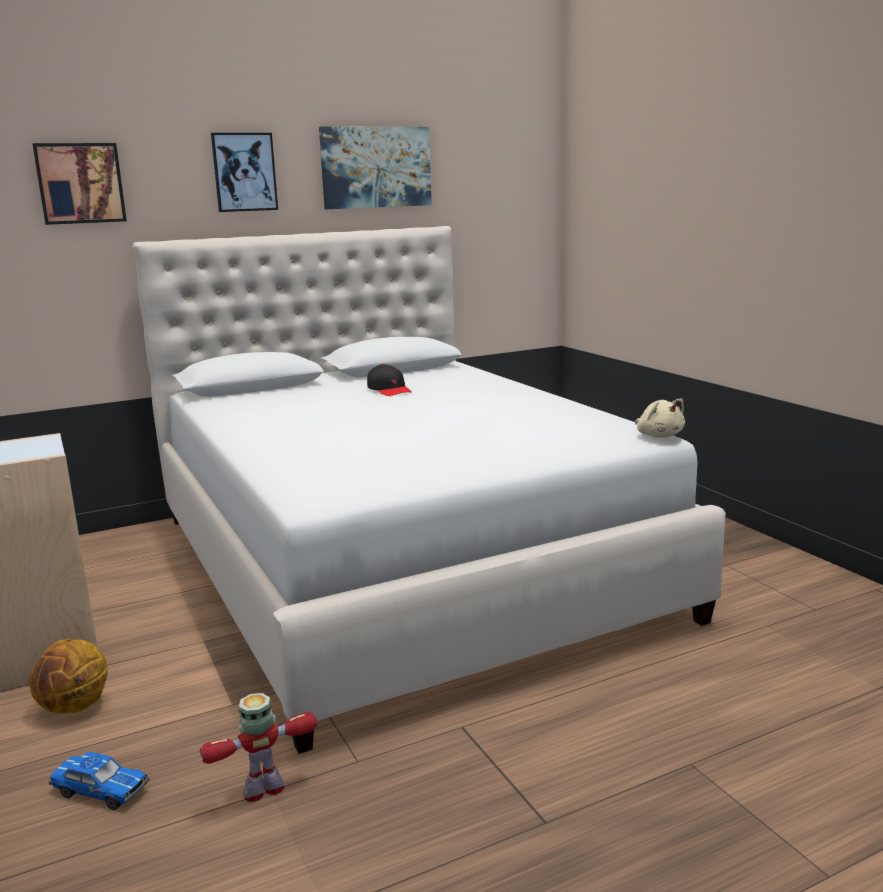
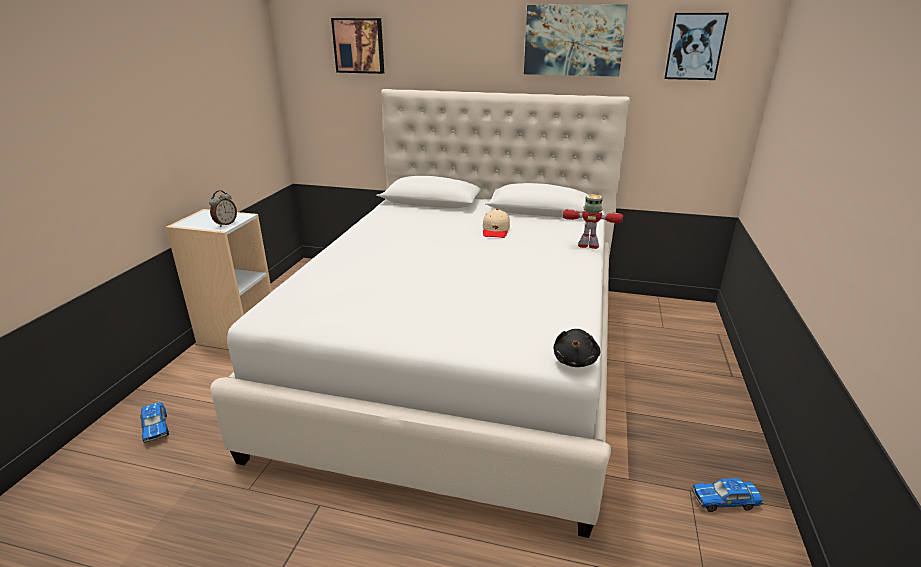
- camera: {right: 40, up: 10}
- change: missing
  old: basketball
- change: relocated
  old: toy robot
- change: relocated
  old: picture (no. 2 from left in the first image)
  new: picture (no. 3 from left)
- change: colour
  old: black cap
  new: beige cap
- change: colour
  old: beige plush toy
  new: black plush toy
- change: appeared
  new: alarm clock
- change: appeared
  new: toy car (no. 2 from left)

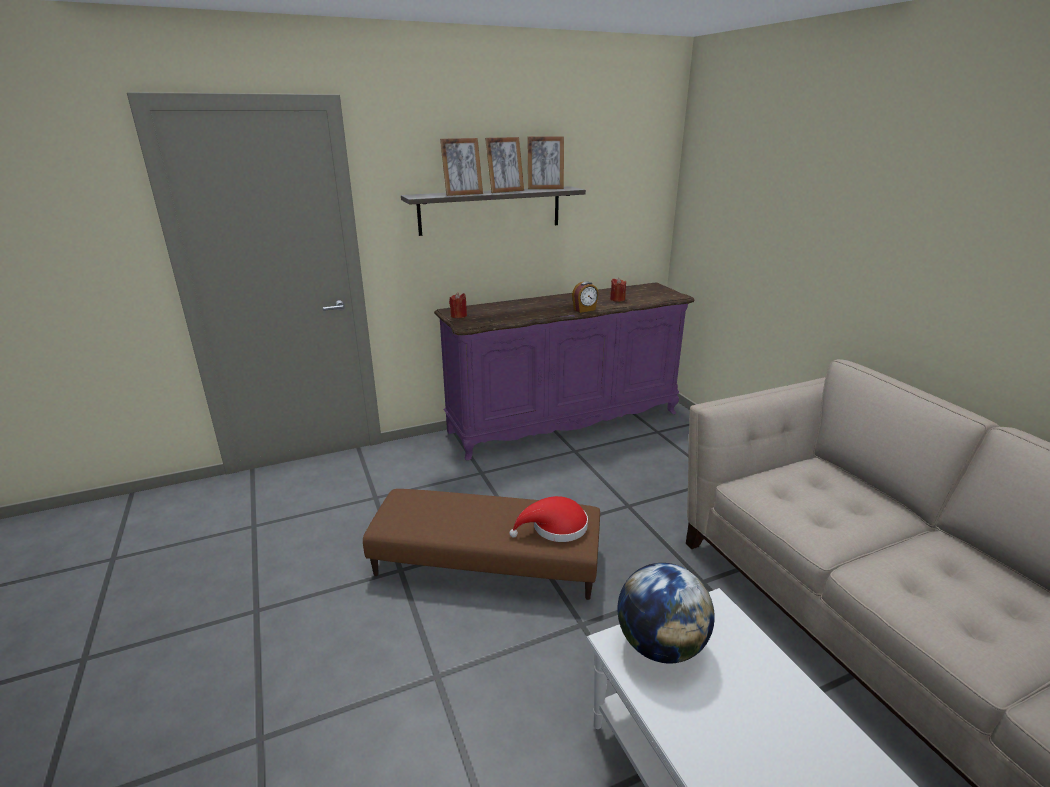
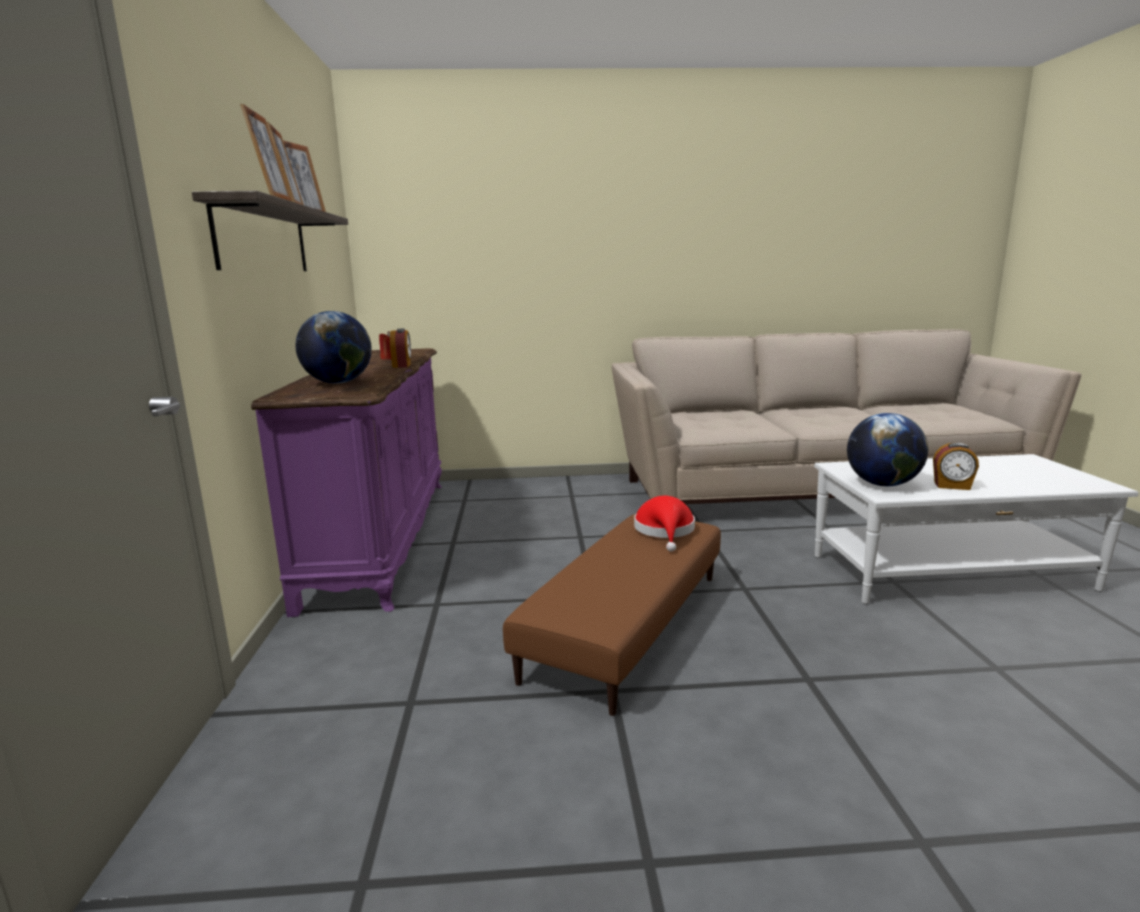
- camera: {right: -70, up: -10}
- change: missing
  old: red candle (no. 1 from left)
- change: appeared
  new: globe (no. 1 from left)
- change: appeared
  new: alarm clock (no. 2 from left)

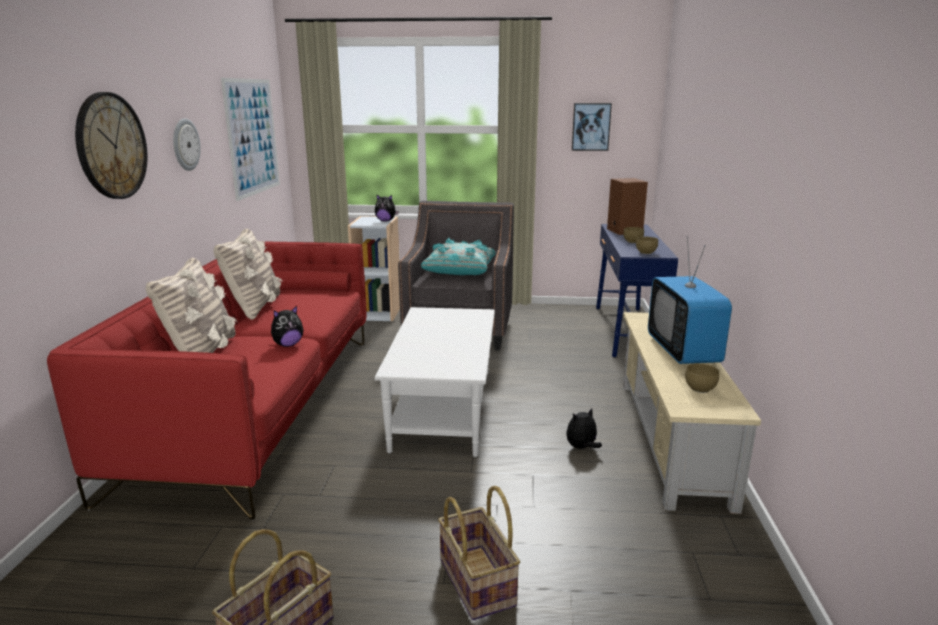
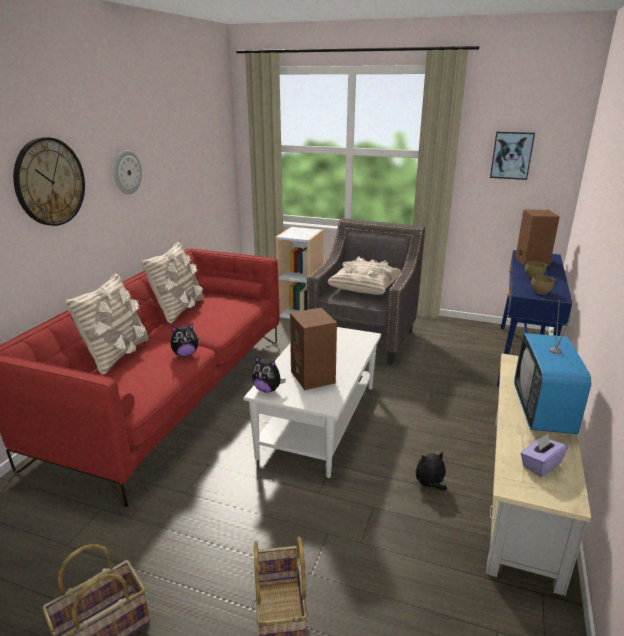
- camera: {right: 15, up: 5}
- change: missing
  old: picture (no. 1 from left)
- change: relocated
  old: plush toy (no. 2 from left)
- change: colour
  old: turquoise pillow
  new: beige pillow (no. 3 from left)
- change: exchanged
  old: brown bowl (no. 3 from left)
  new: purple tissue box
- change: appeared
  new: brown speaker (no. 1 from left)

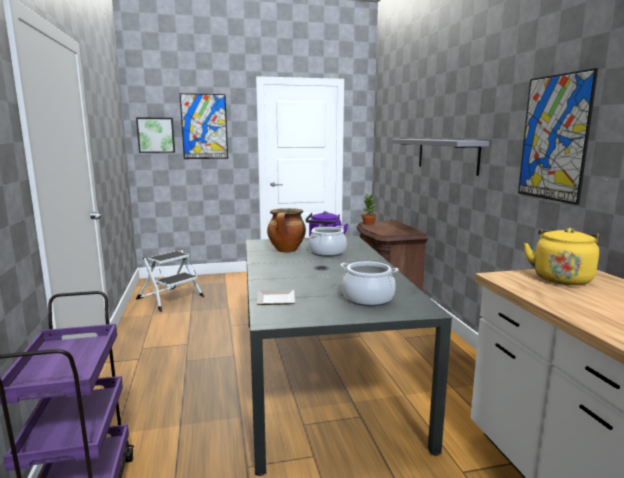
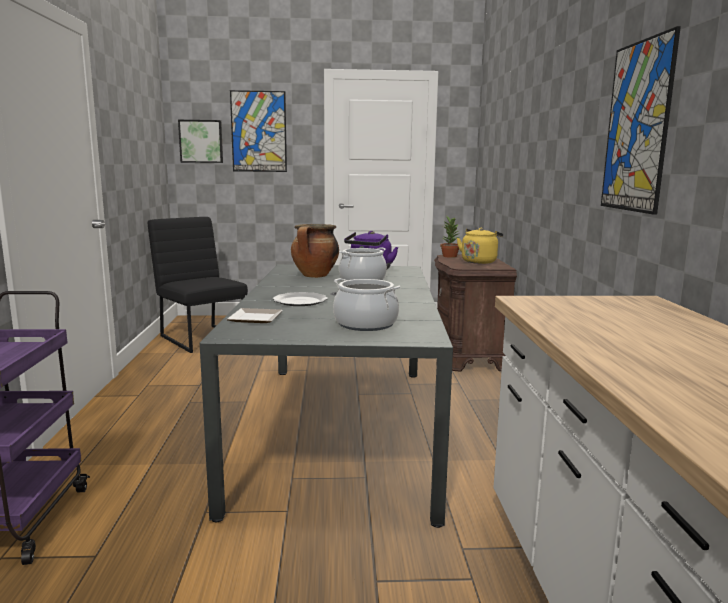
- camera: {right: 10, up: 0}
- change: exchanged
  old: step ladder
  new: black chair
- change: missing
  old: grey shelf
- change: relocated
  old: yellow kettle
- change: appeared
  new: plate (no. 2 from left)

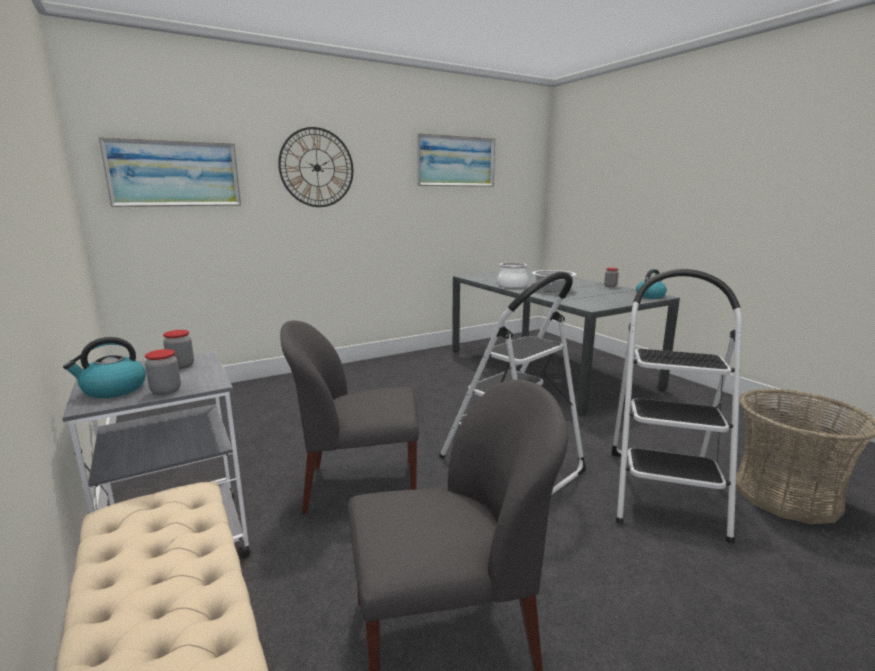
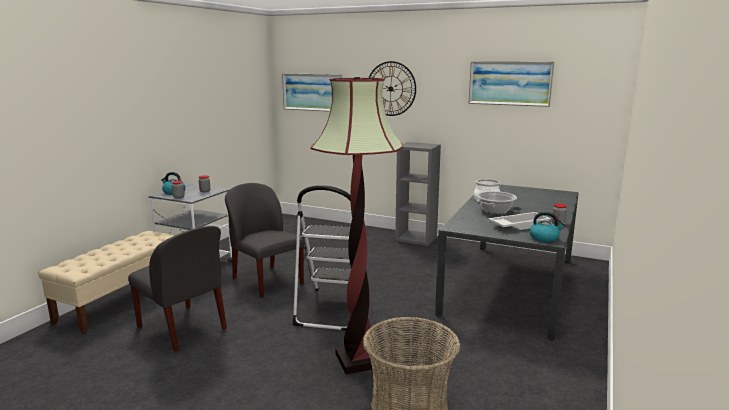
- camera: {right: 55, up: 0}
- change: exchanged
  old: step ladder (no. 2 from left)
  new: floor lamp
- change: appeared
  new: grey bookcase
- change: appeared
  new: white tray

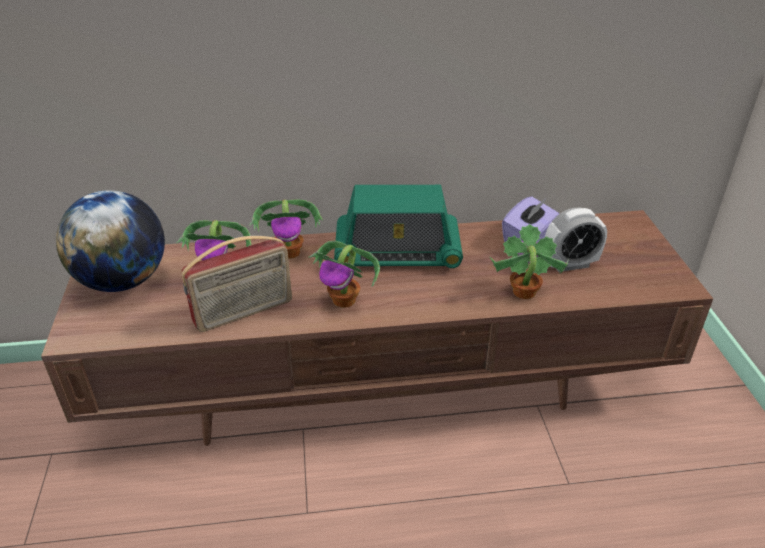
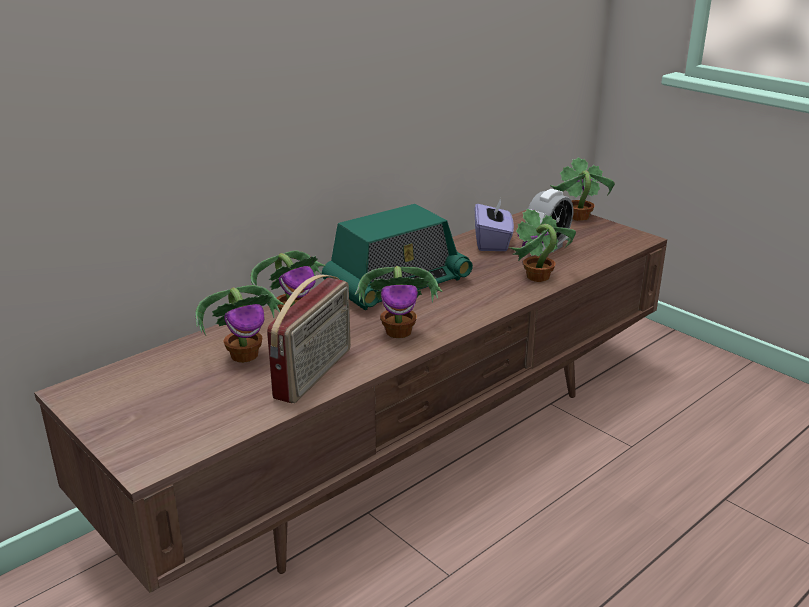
- camera: {right: -35, up: -10}
- change: missing
  old: globe
- change: appeared
  new: potted plant (no. 5 from left)

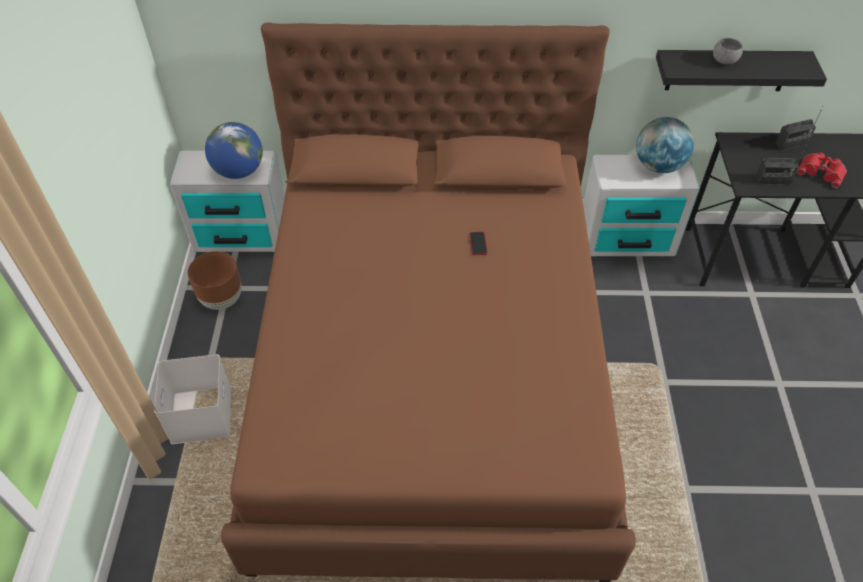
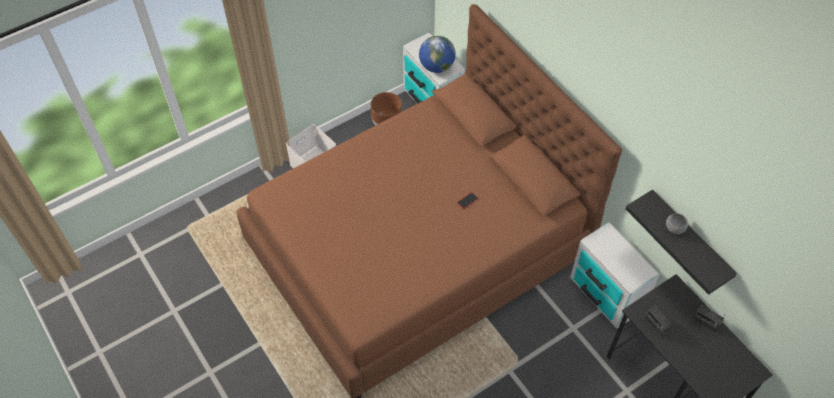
- camera: {right: 55, up: 5}
- change: missing
  old: globe (no. 2 from left)
- change: missing
  old: red binoculars

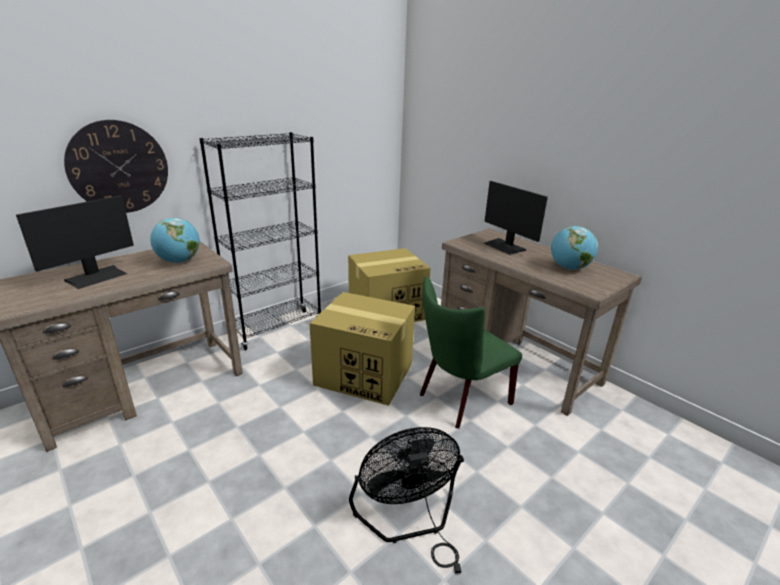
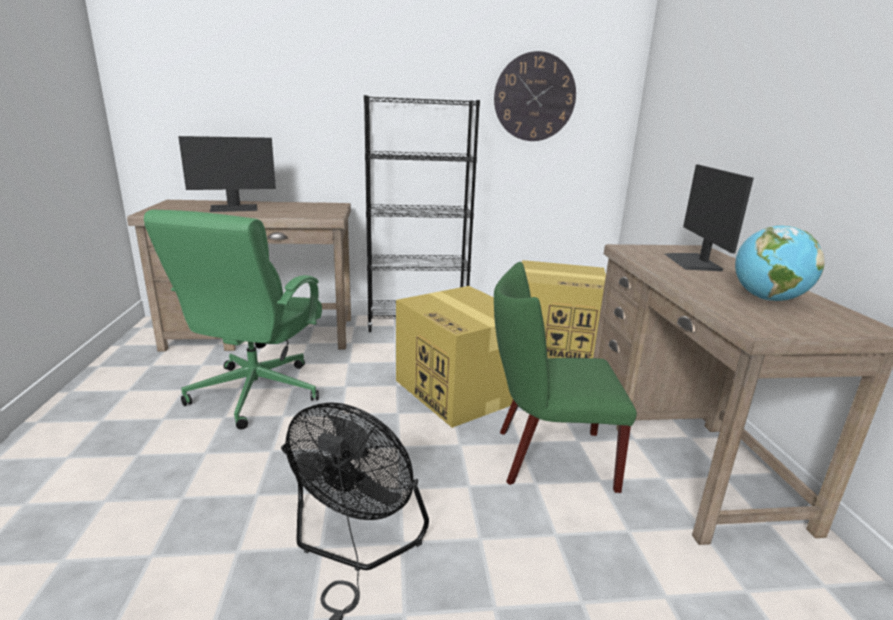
- camera: {right: 35, up: -5}
- change: relocated
  old: wall clock
- change: missing
  old: globe (no. 1 from left)
- change: appeared
  new: green office chair

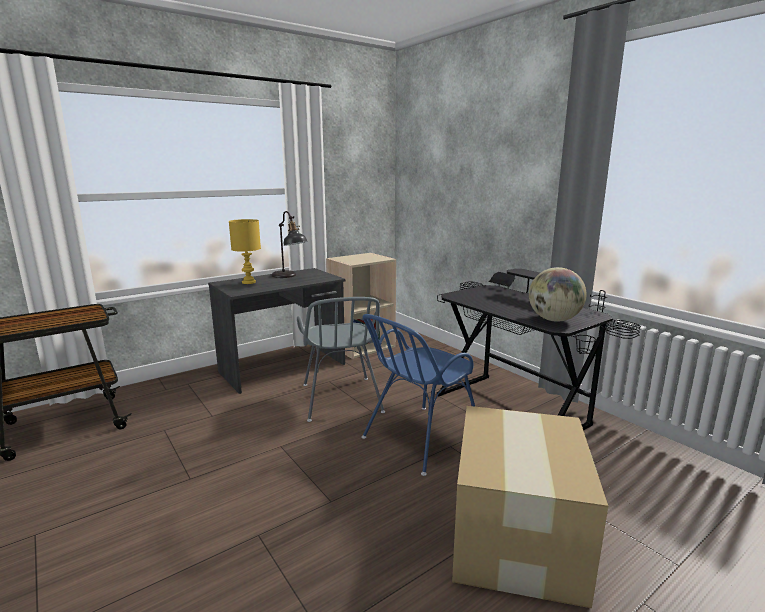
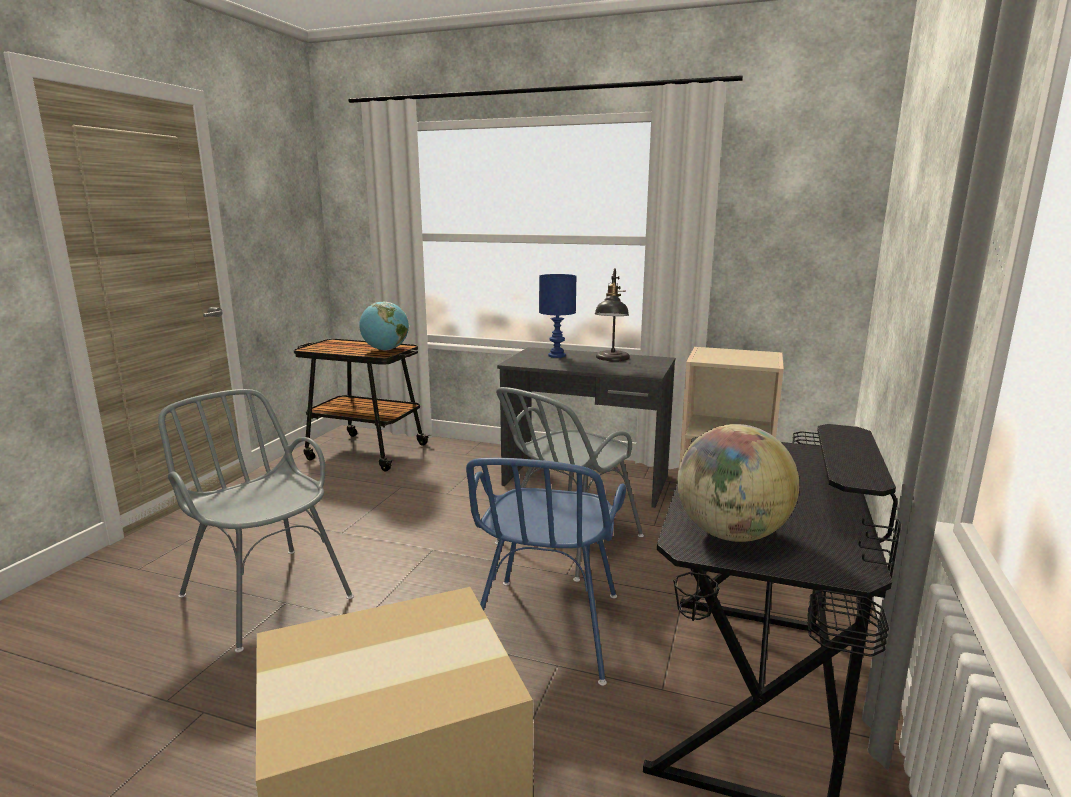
- camera: {right: 55, up: 0}
- change: colour
  old: yellow table lamp
  new: blue table lamp
- change: spun
  old: blue chair
  degrees: -90
- change: appeared
  new: grey chair (no. 1 from left)
- change: appeared
  new: globe (no. 1 from left)

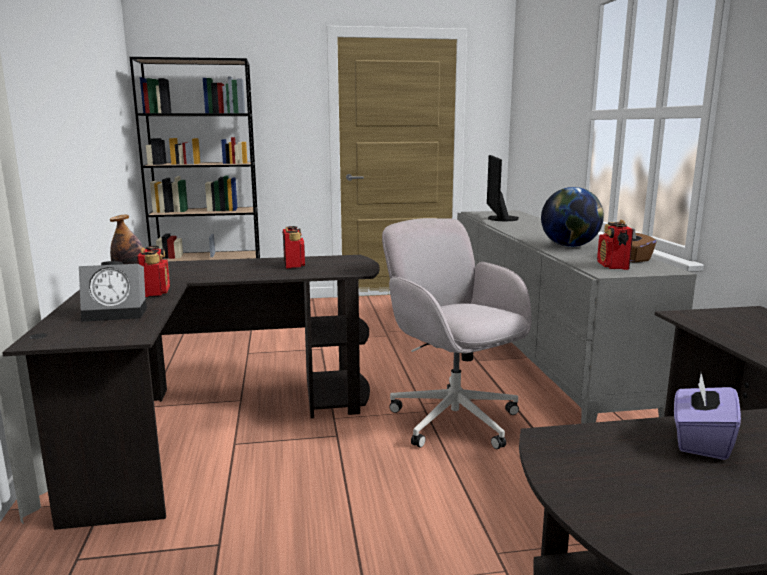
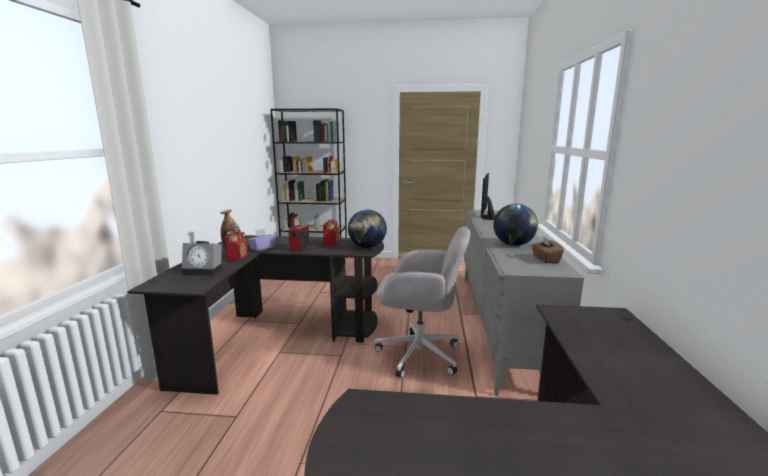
- camera: {right: 15, up: 0}
- change: spun
  old: grey office chair
  degrees: 120
- change: relocated
  old: radio (no. 3 from left in the first image)
  new: radio (no. 2 from left)
- change: relocated
  old: purple tissue box
- change: appeared
  new: globe (no. 1 from left)

